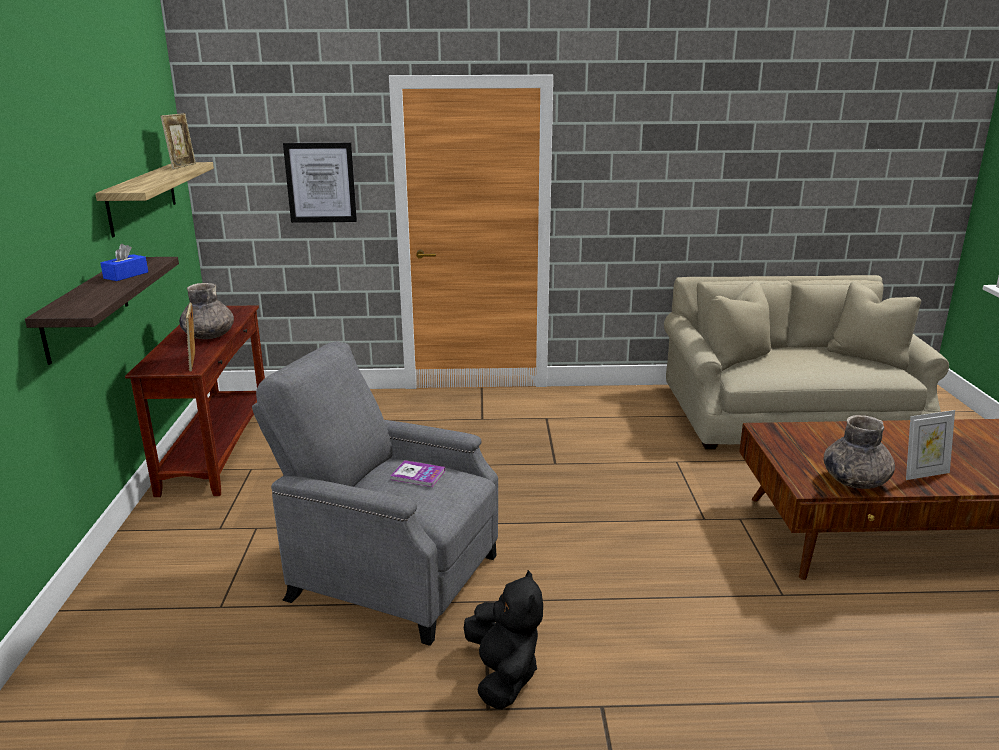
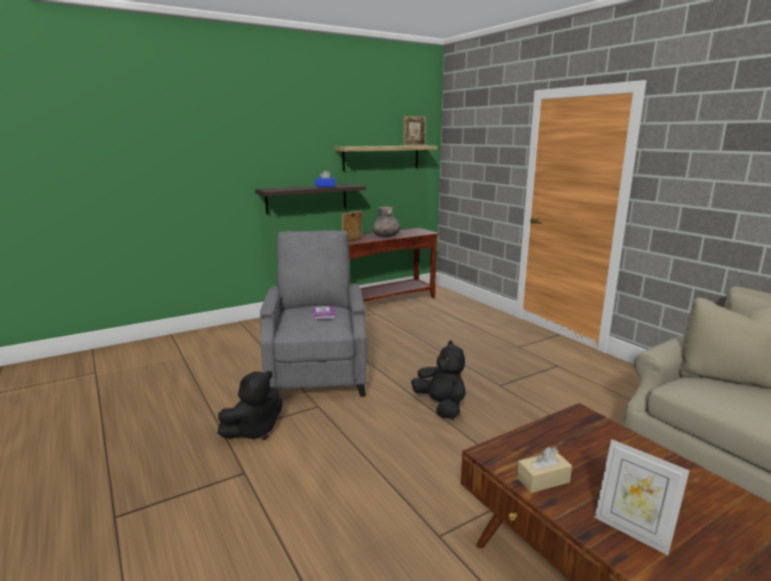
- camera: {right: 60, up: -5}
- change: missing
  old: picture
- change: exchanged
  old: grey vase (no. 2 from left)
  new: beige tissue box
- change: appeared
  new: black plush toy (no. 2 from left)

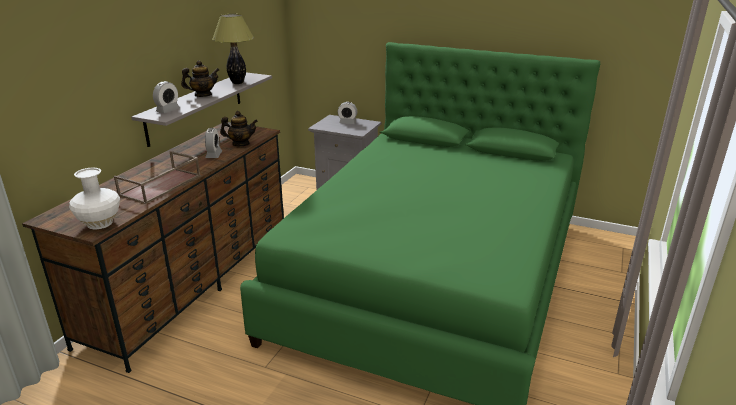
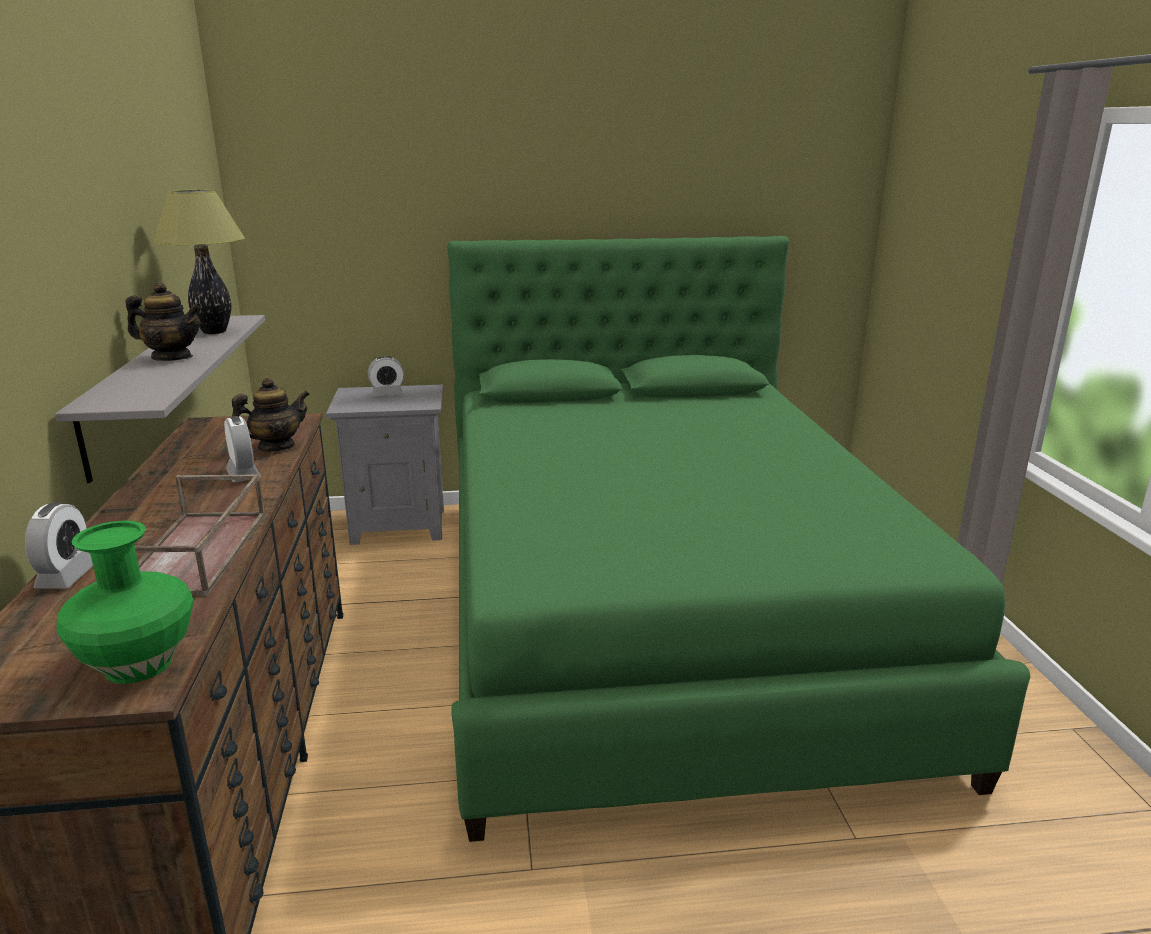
- camera: {right: -30, up: -5}
- change: colour
  old: white vase
  new: green vase
- change: relocated
  old: alarm clock (no. 1 from left)
- change: spun
  old: teapot (no. 1 from left)
  degrees: 60

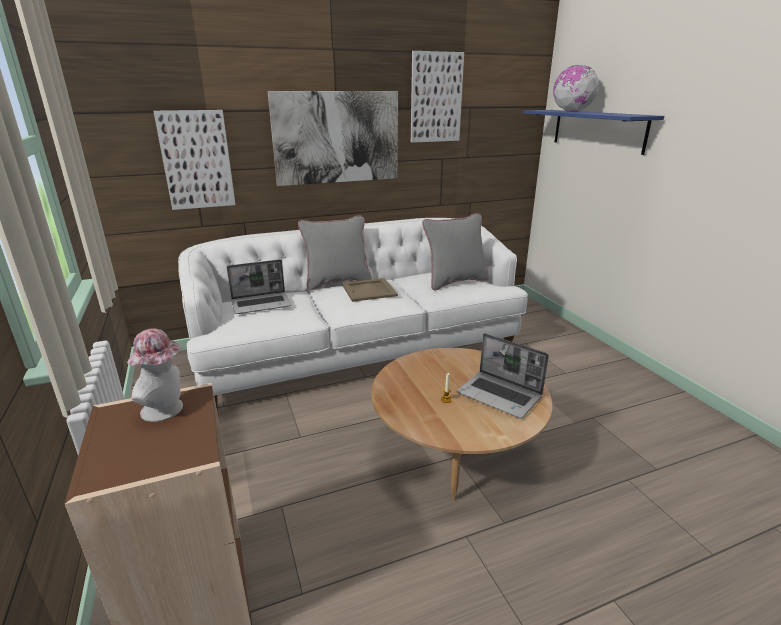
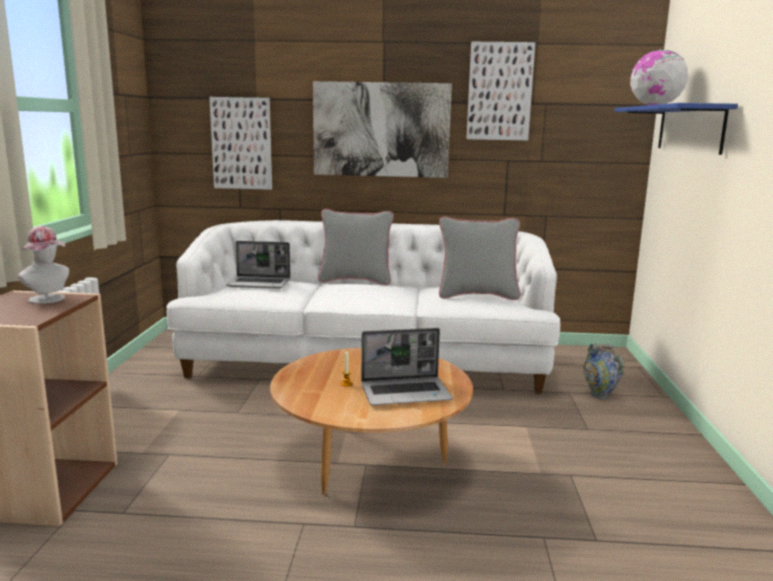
- camera: {right: 25, up: -10}
- change: missing
  old: beige tray
- change: spun
  old: laptop (no. 2 from left)
  degrees: -75
- change: appeared
  new: vase

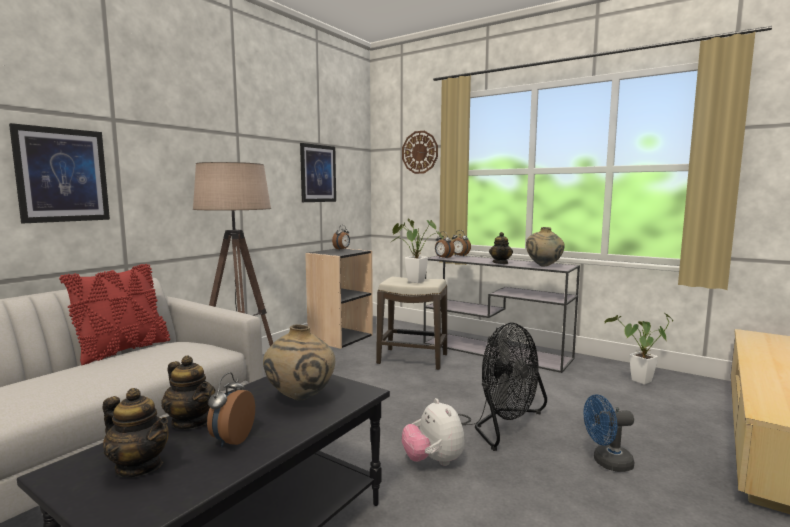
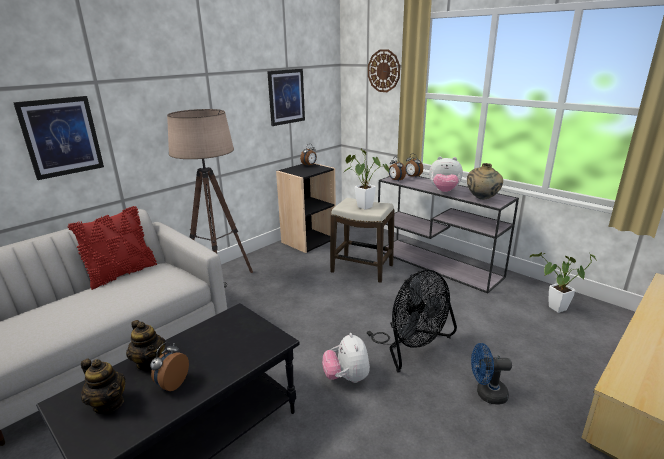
- camera: {right: 10, up: 15}
- change: missing
  old: beige vase (no. 1 from left)
- change: exchanged
  old: teapot (no. 3 from left)
  new: plush toy (no. 2 from left)

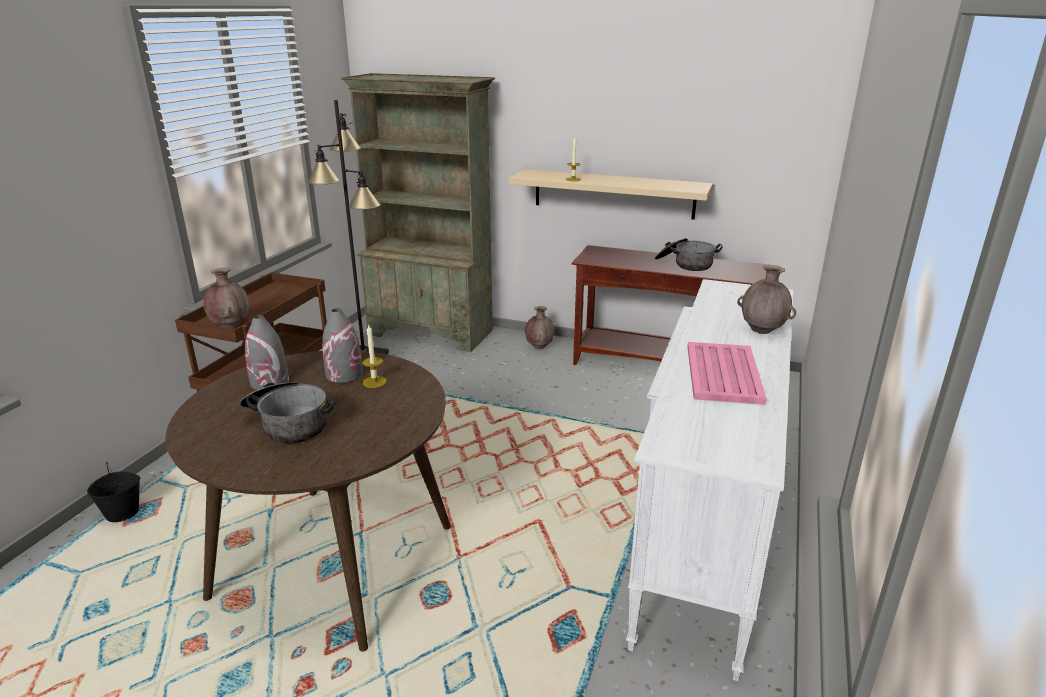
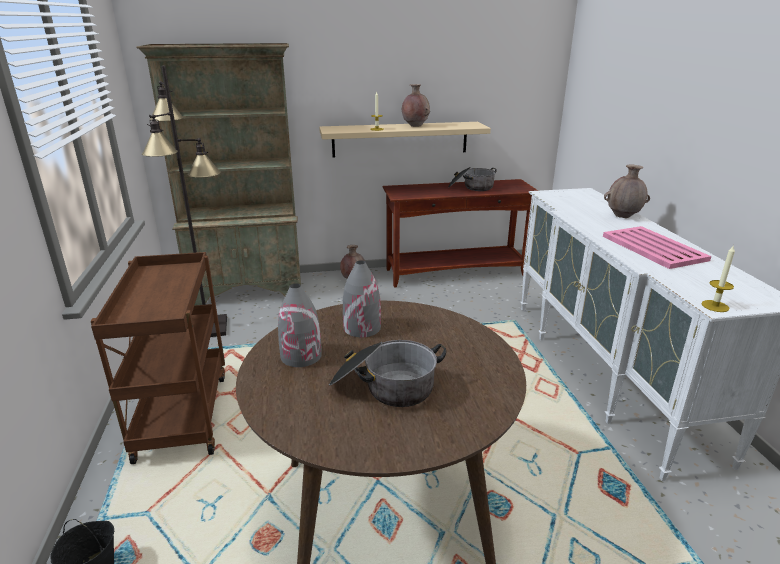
- camera: {right: -30, up: 0}
- change: relocated
  old: brown vase (no. 1 from left in the first image)
  new: brown vase (no. 2 from left)
- change: relocated
  old: candle (no. 1 from left in the first image)
  new: candle (no. 2 from left)

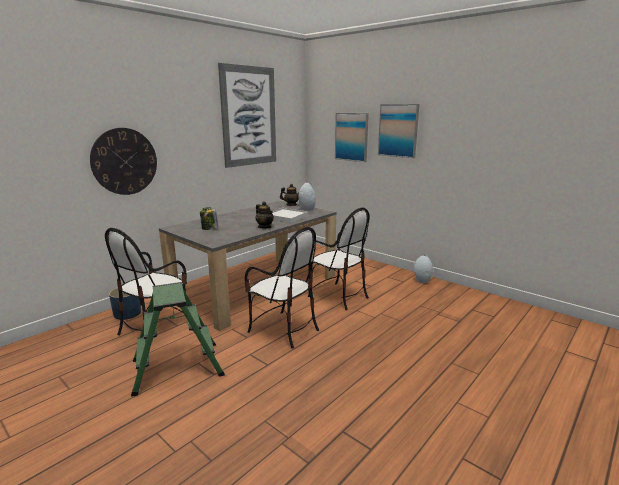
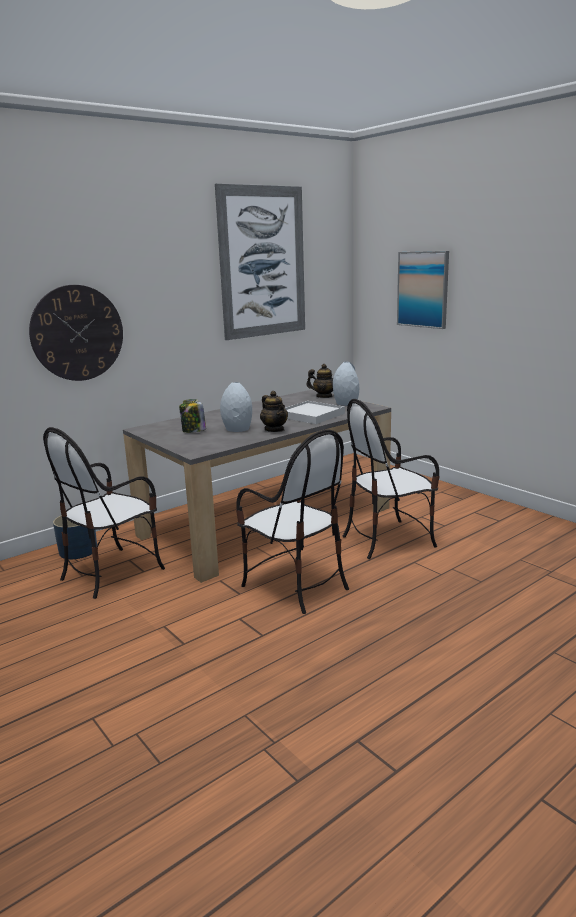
- camera: {right: 10, up: 0}
- change: missing
  old: green step ladder
- change: spun
  old: chair (no. 3 from left)
  degrees: 105
- change: missing
  old: picture (no. 3 from left)
- change: relocated
  old: grey vase (no. 2 from left in the first image)
  new: grey vase (no. 1 from left)

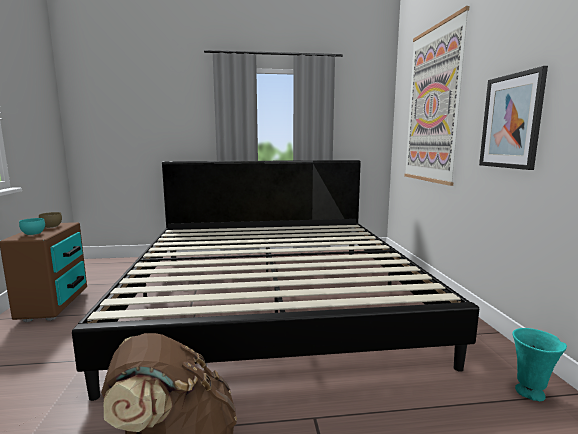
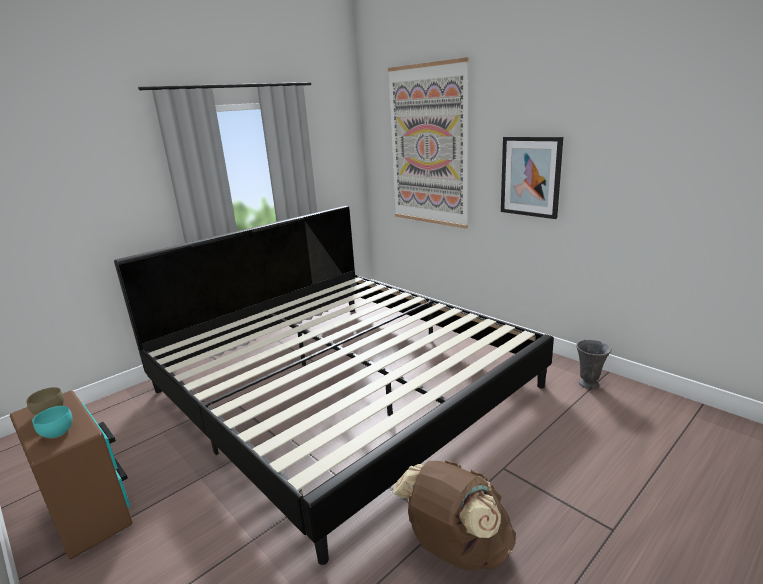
- camera: {right: -35, up: 10}
- change: colour
  old: turquoise vase
  new: grey vase

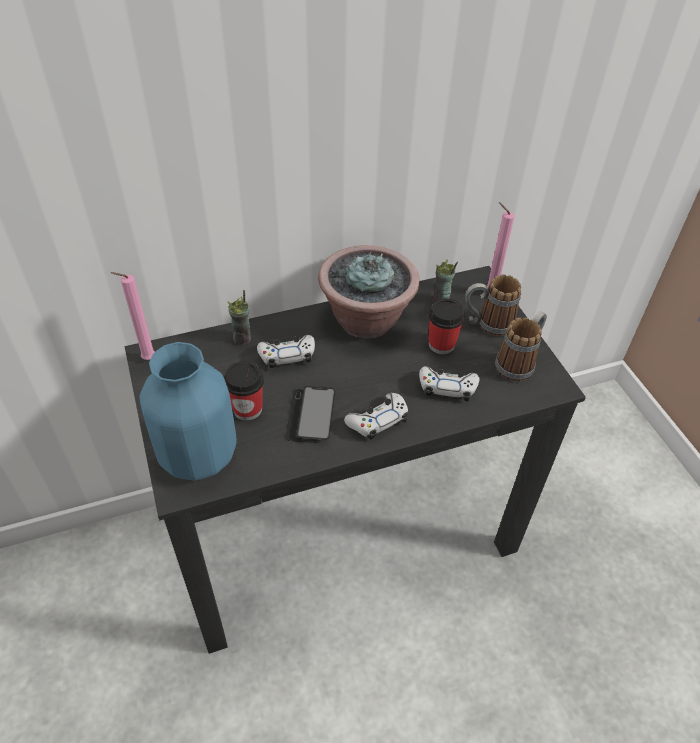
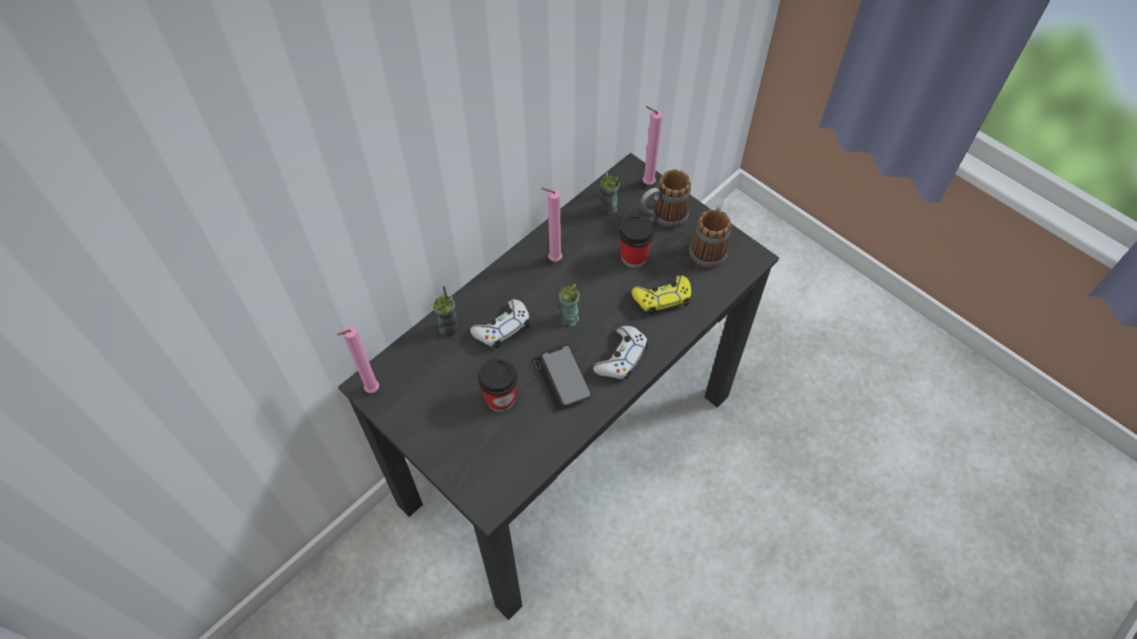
- camera: {right: -25, up: 10}
- change: missing
  old: blue vase
- change: exchanged
  old: potted plant
  new: pink candle (no. 2 from left)
- change: colour
  old: white game controller (no. 3 from left)
  new: yellow game controller
- change: appeared
  new: cup (no. 3 from left)

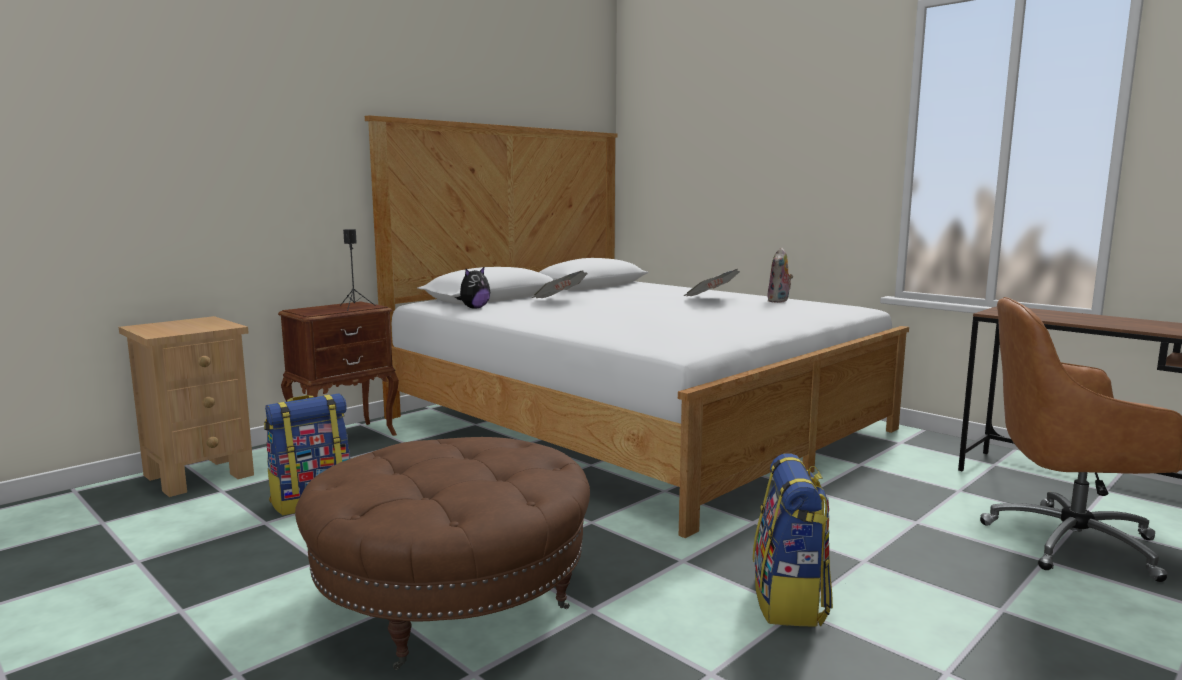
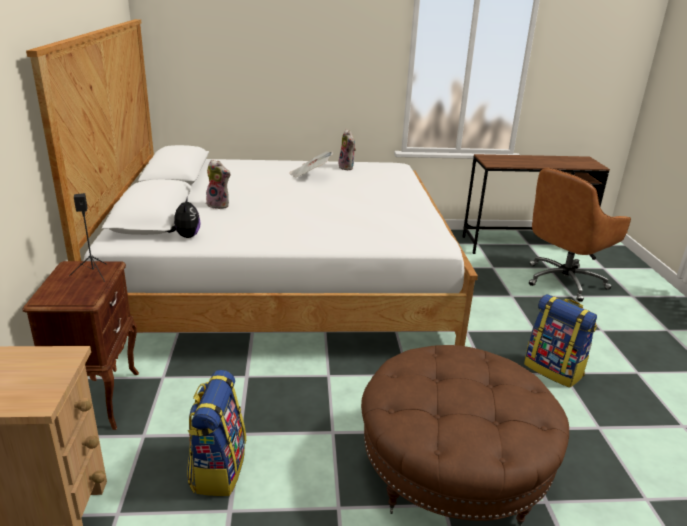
- camera: {right: -50, up: 15}
- change: exchanged
  old: newspaper (no. 1 from left)
  new: plush toy (no. 2 from left)

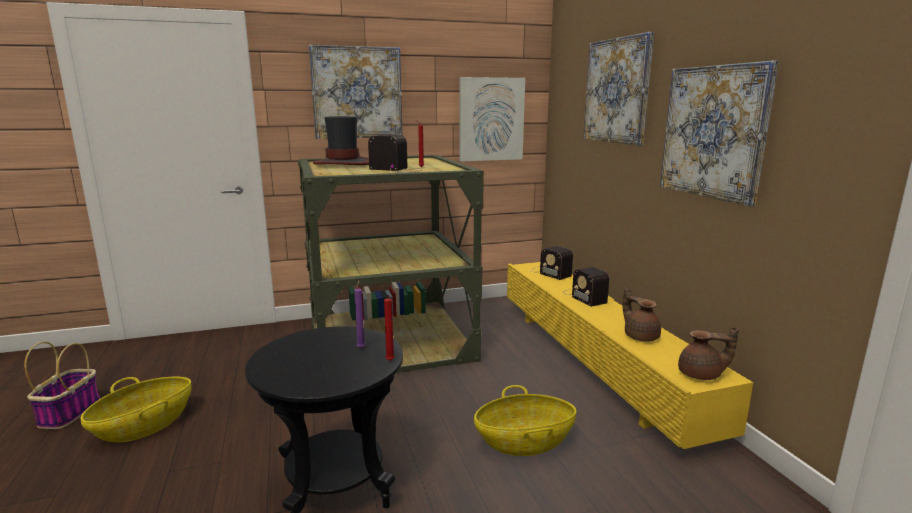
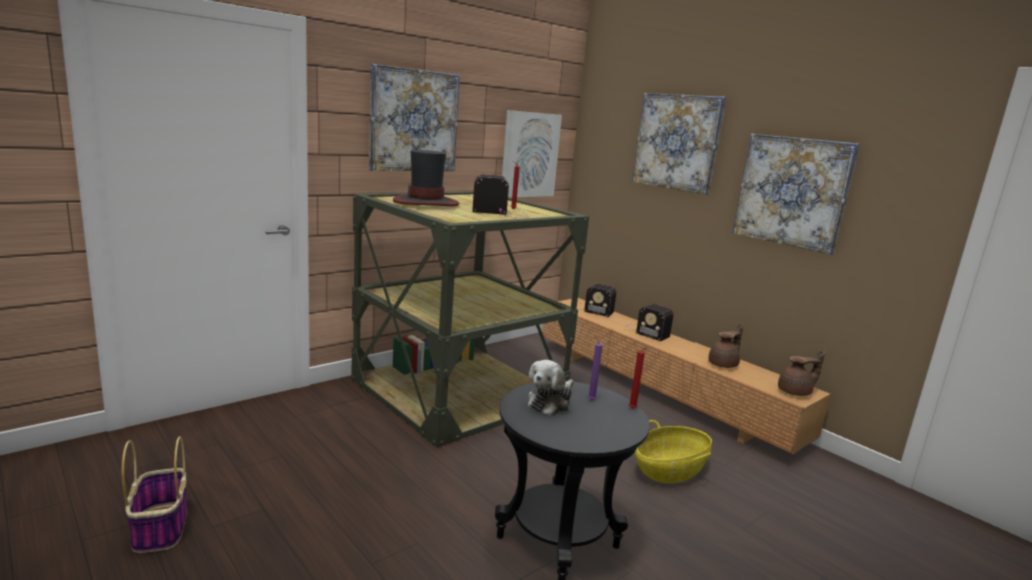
- camera: {right: -25, up: 0}
- change: missing
  old: basket (no. 2 from left)
- change: colour
  old: yellow tv stand
  new: brown tv stand
- change: spun
  old: brown teapot (no. 1 from left)
  degrees: 105
- change: appeared
  new: plush toy

